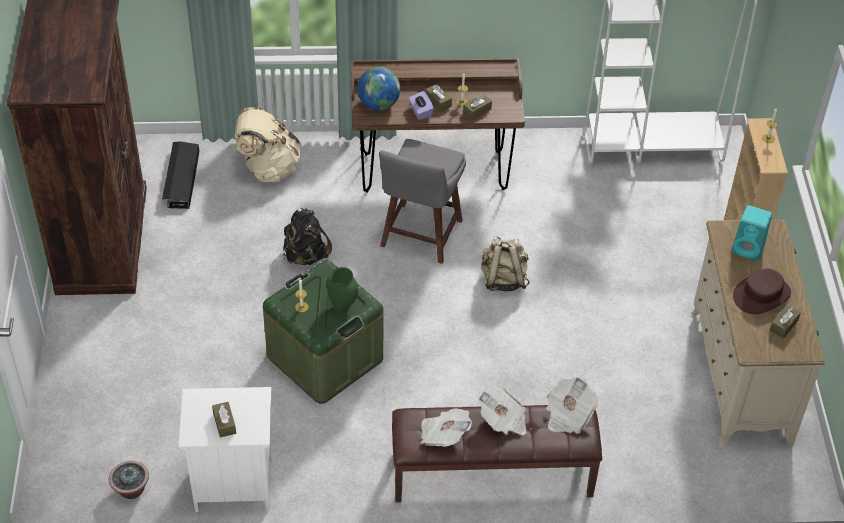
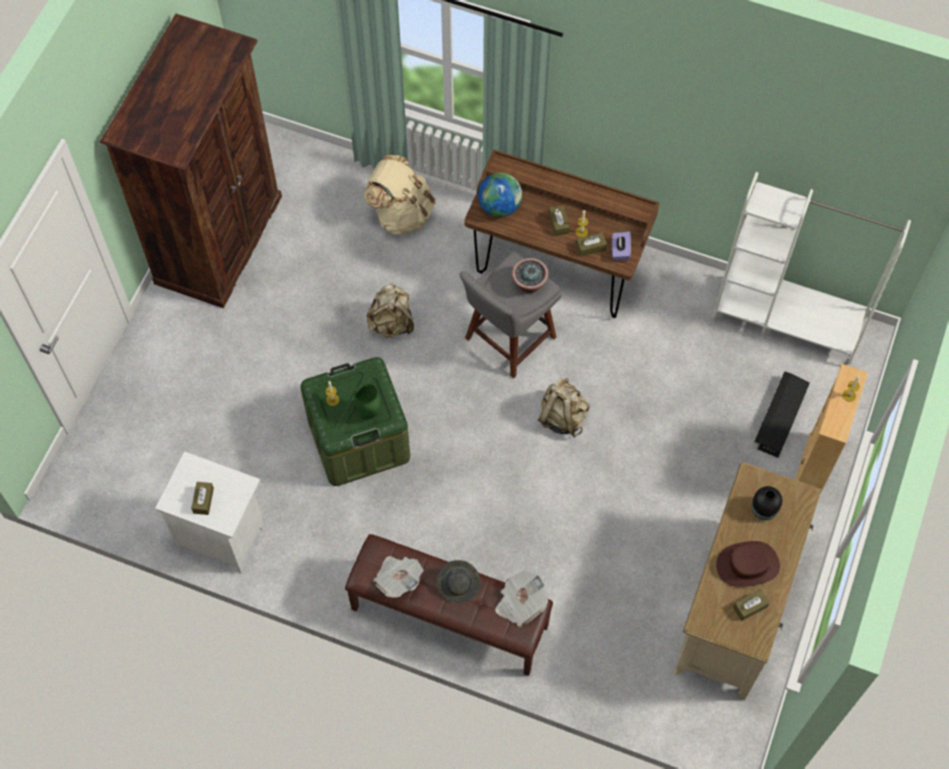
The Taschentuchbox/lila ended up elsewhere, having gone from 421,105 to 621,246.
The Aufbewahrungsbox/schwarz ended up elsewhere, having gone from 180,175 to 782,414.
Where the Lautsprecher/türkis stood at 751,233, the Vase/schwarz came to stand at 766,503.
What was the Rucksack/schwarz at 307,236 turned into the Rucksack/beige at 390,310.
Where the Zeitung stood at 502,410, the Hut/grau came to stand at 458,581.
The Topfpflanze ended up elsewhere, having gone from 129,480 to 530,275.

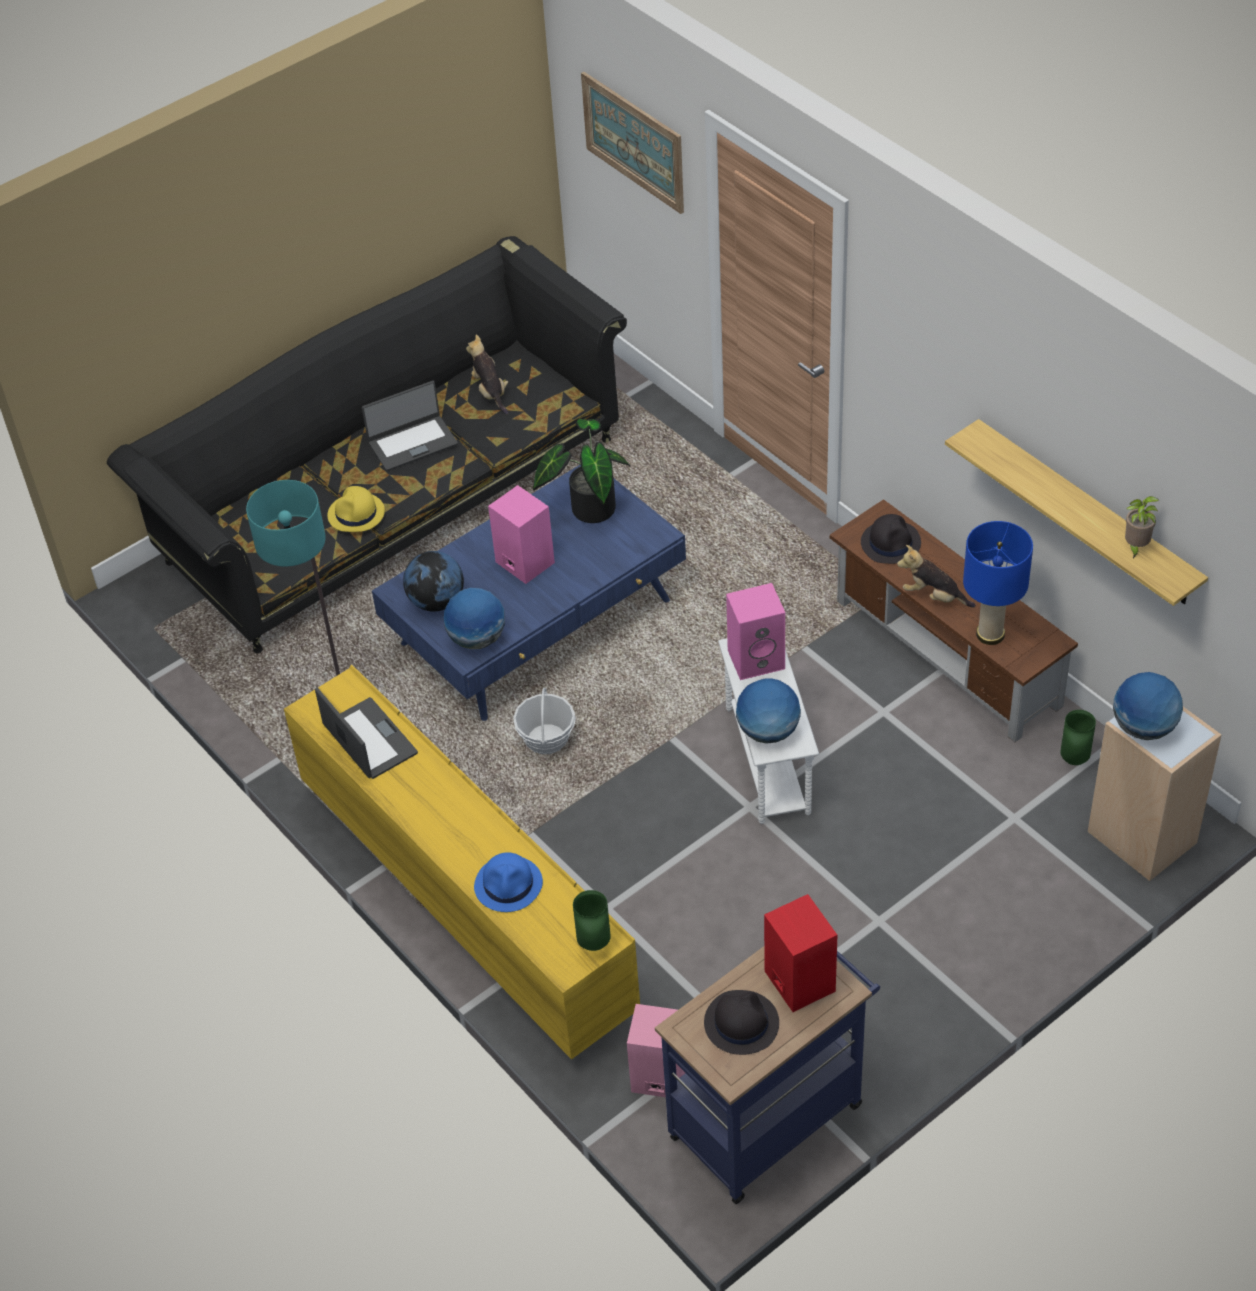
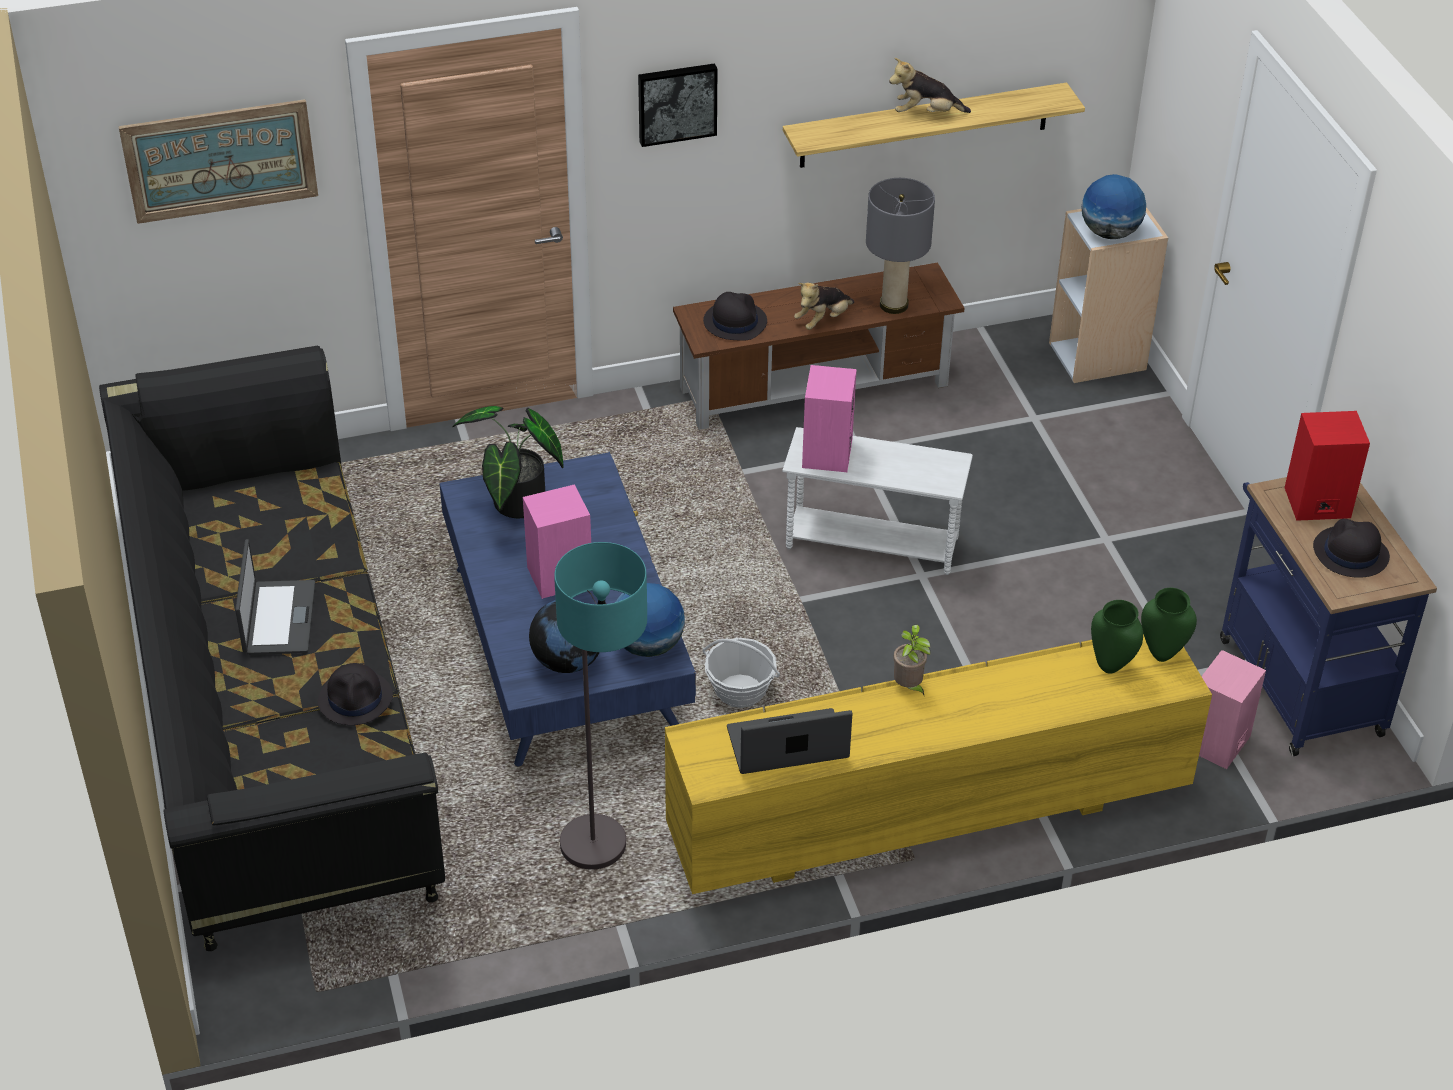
The Plüschtier ended up elsewhere, having gone from 487,374 to 930,85.
What was the Hut/gelb at 356,509 turned into the Hut/schwarz at 355,694.
The Topfpflanze ended up elsewhere, having gone from 1142,527 to 912,660.
What was the Tischlampe/blau at 998,583 turned into the Tischlampe/grau at 900,246.
The second view lost the Globus at 768,711.
The Vase/grün ended up elsewhere, having gone from 1078,737 to 1117,637.
The second view lost the Hut/blau at 508,882.
The second view gained the Bild at 677,105.

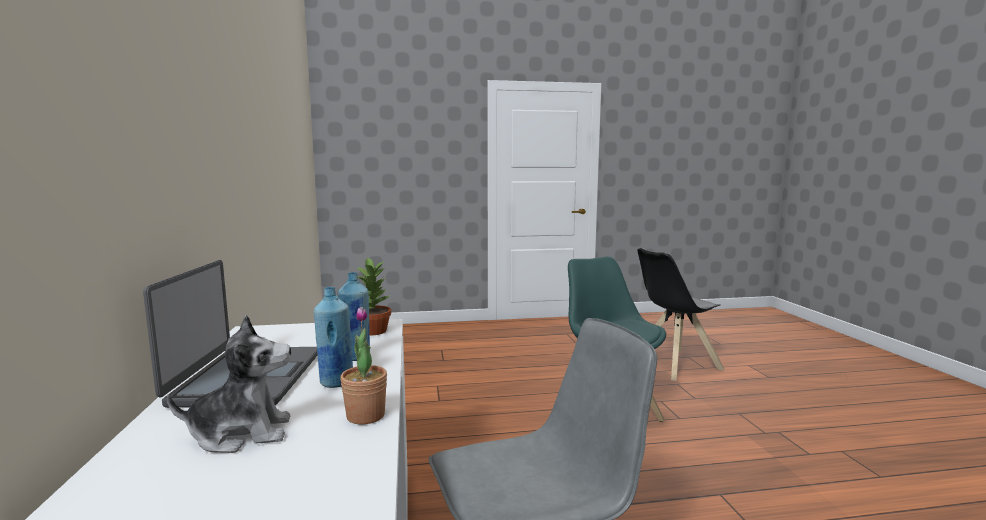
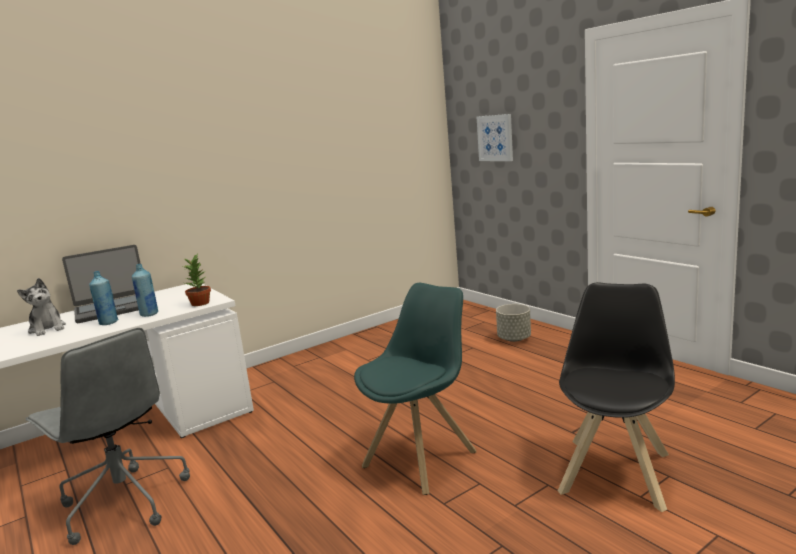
The Stuhl/schwarz at 681,314 ended up facing another way, 75 degrees clockwise from before.
The second view lost the Topfpflanze at 363,366.
The second view gained the Bild at 495,137.
The second view gained the Pflanzkübel/grau at 513,323.

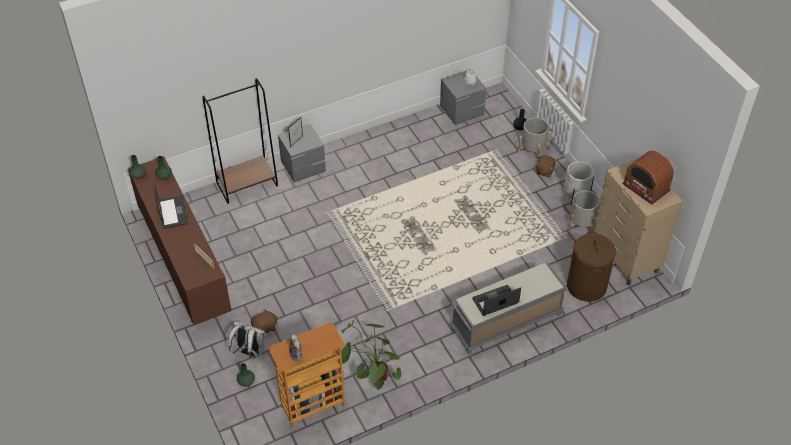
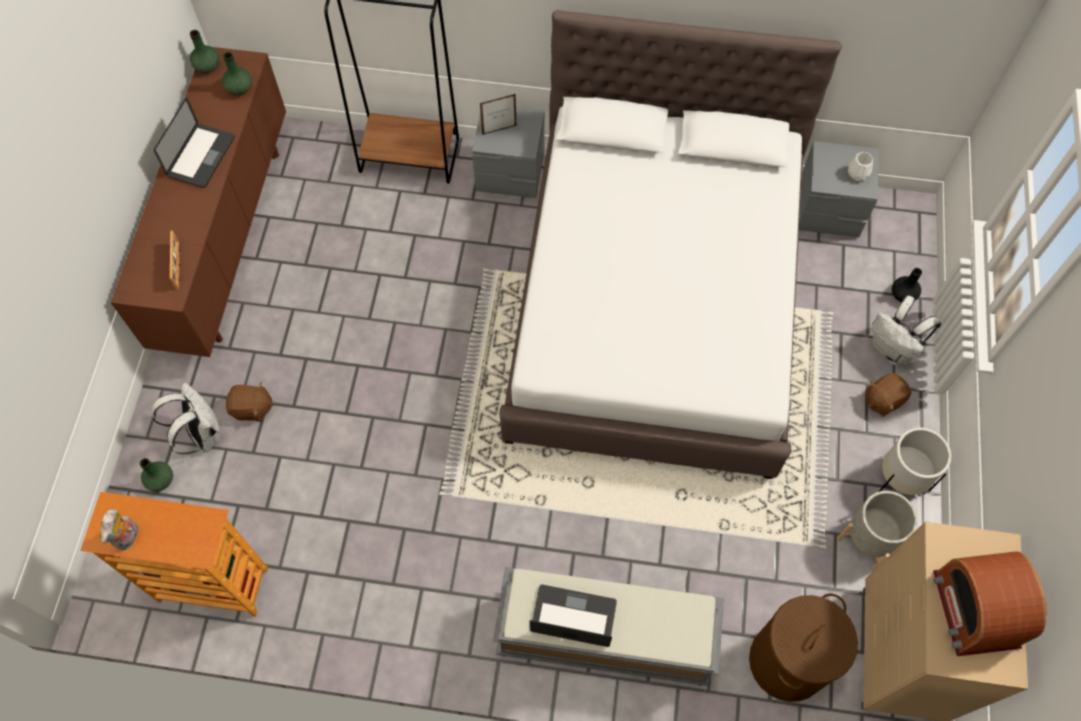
Where the Pflanzkübel/grau stood at 534,140, the Rucksack/weiß came to stand at 906,330.
The second view lost the Topfpflanze at 371,355.
The second view gained the Bett/weiß at 670,244.

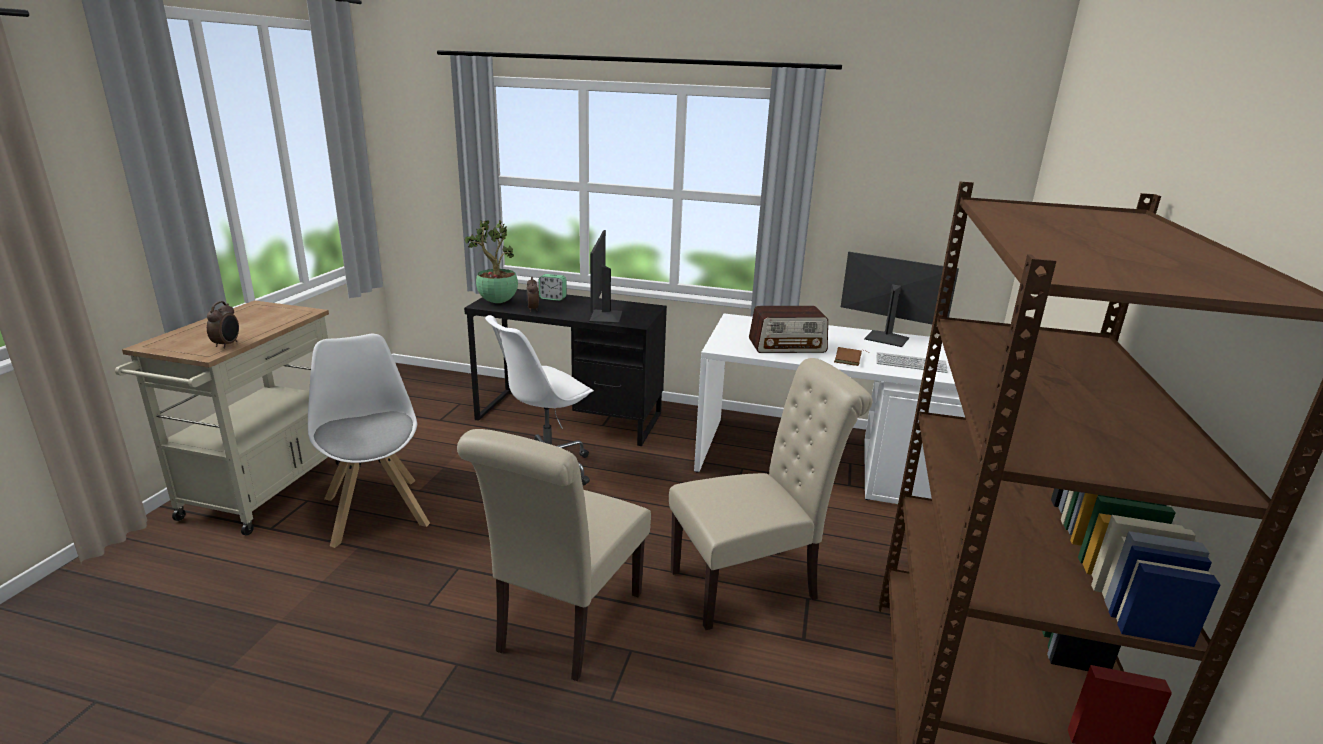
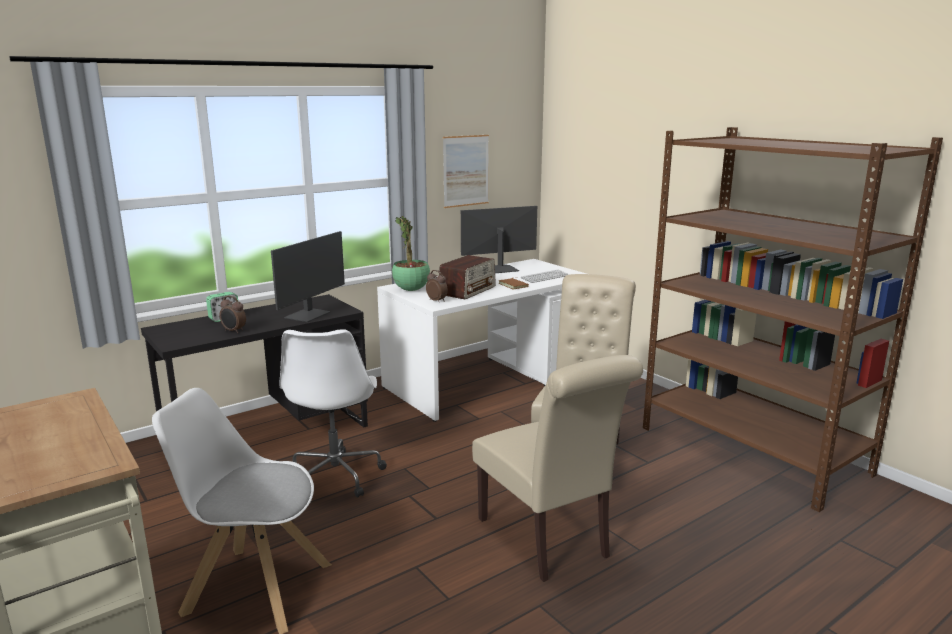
The Topfpflanze ended up elsewhere, having gone from 491,261 to 411,253.
The Monitor at 605,276 ended up facing another way, 105 degrees counterclockwise from before.
The Wecker ended up elsewhere, having gone from 223,325 to 437,286.
The second view gained the Bild at 466,171.

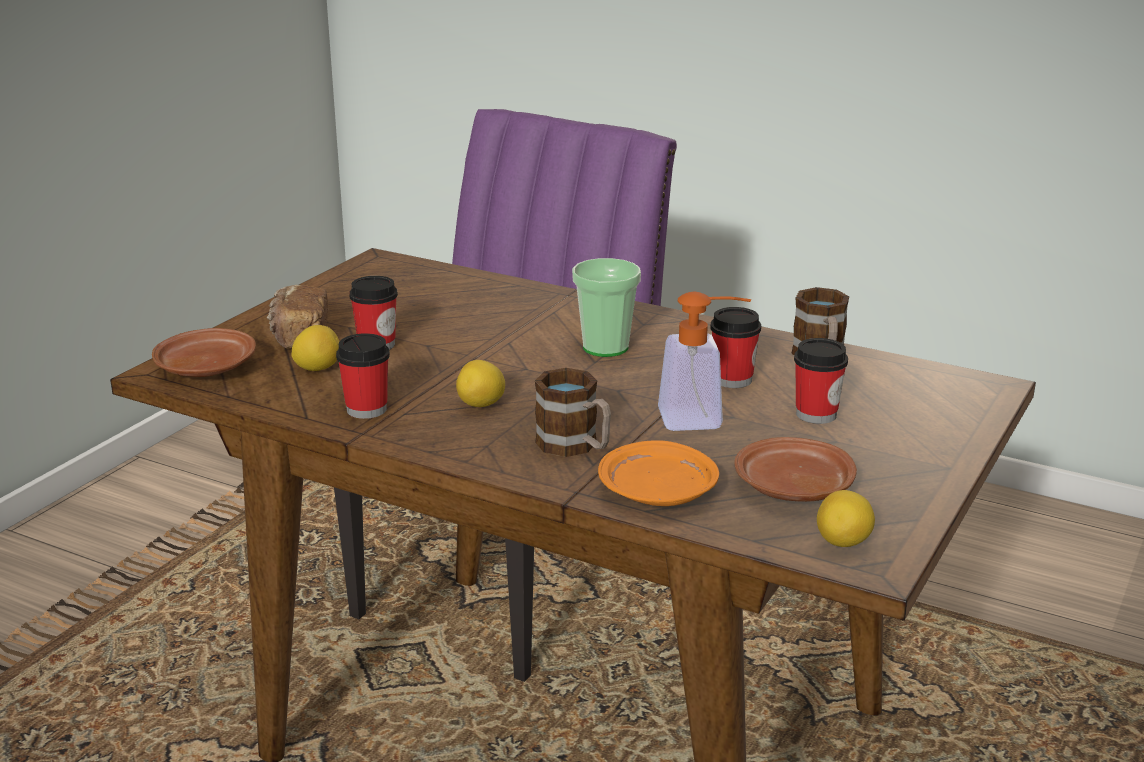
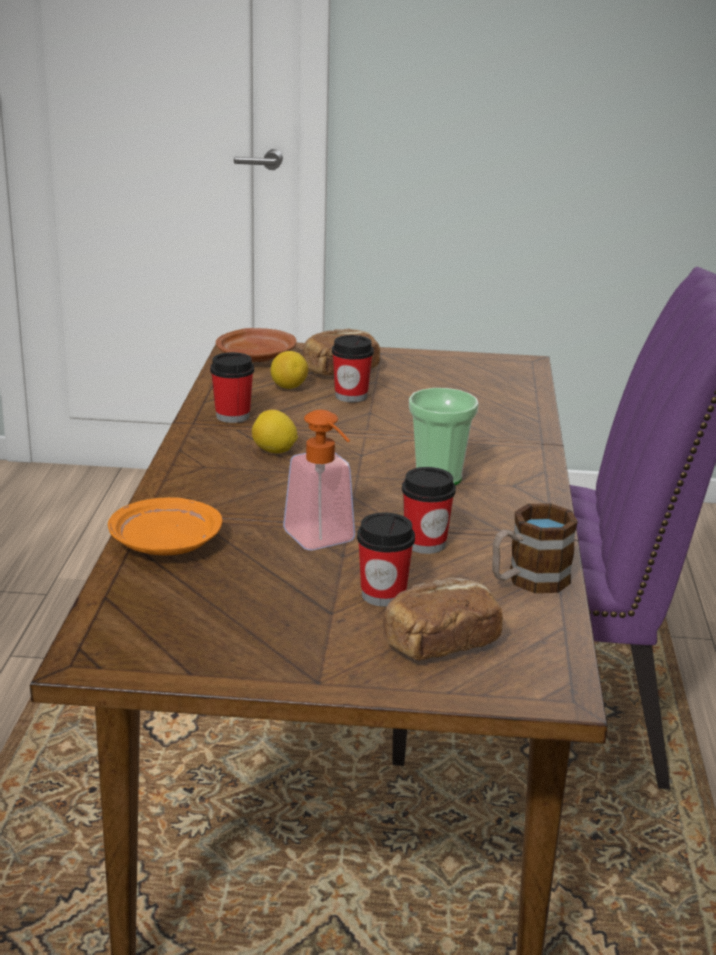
The second view lost the Henkelbecher at 573,412.
The second view lost the Teller/braun at 795,469.
The second view lost the Zitrone at 846,518.
The second view gained the Brot at 443,619.

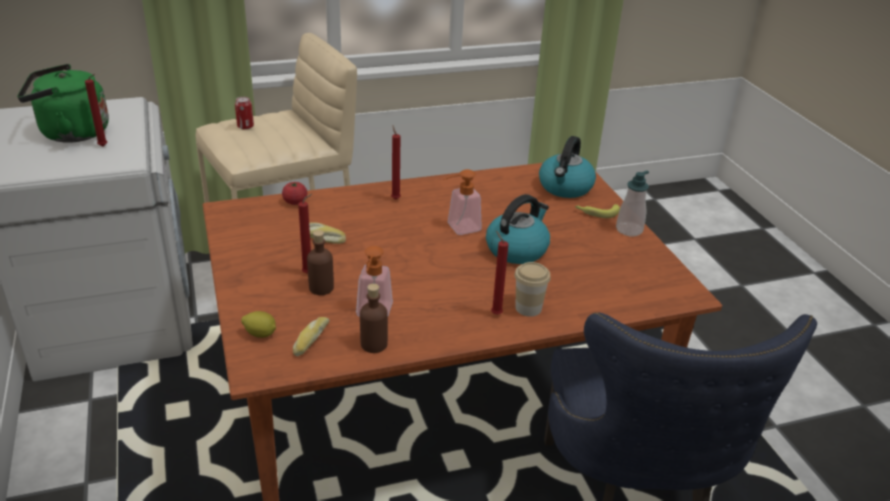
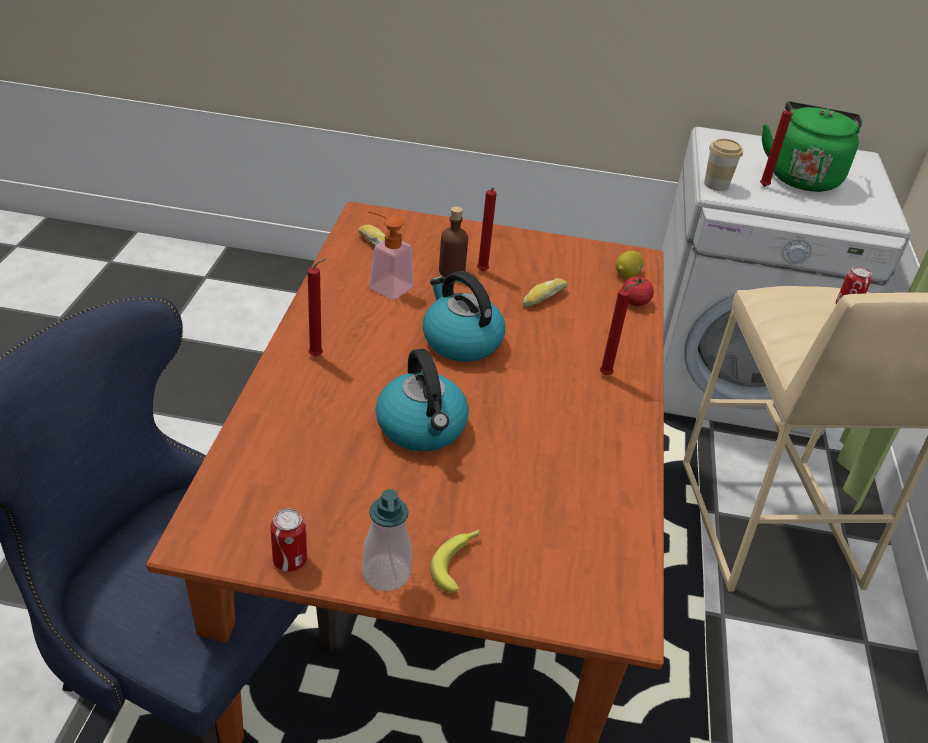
The Wasserkessel ended up elsewhere, having gone from 567,167 to 464,316.
The second view lost the Seifenspender at 462,202.
The Tasse ended up elsewhere, having gone from 532,289 to 723,165.
The second view lost the Flasche/braun at 374,318.
The Zitrone ended up elsewhere, having gone from 258,324 to 629,264.
The second view gained the Dose at 288,540.

